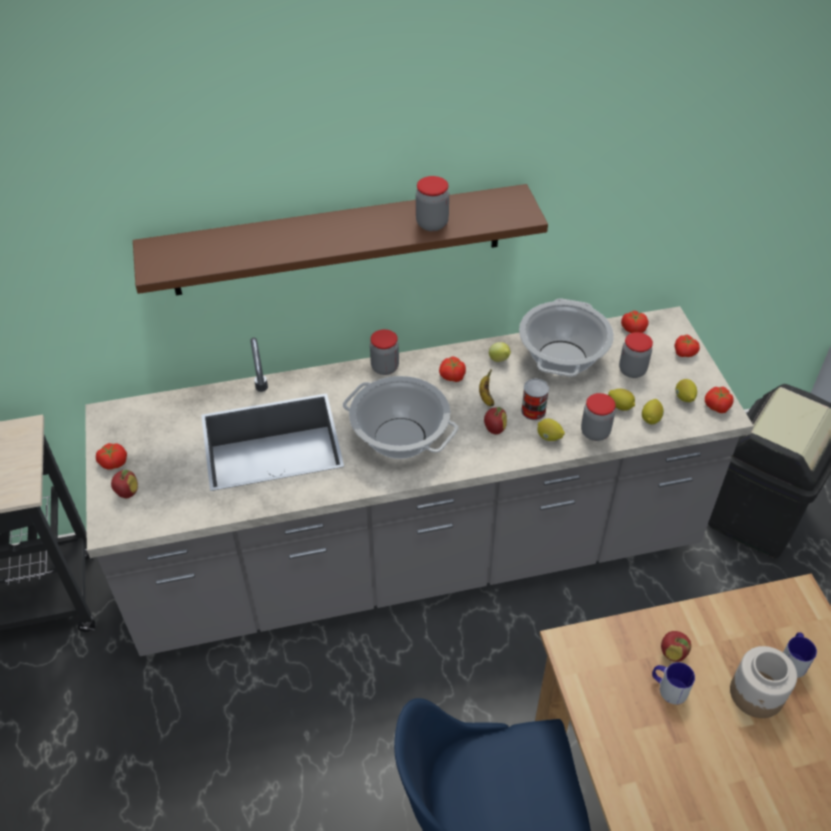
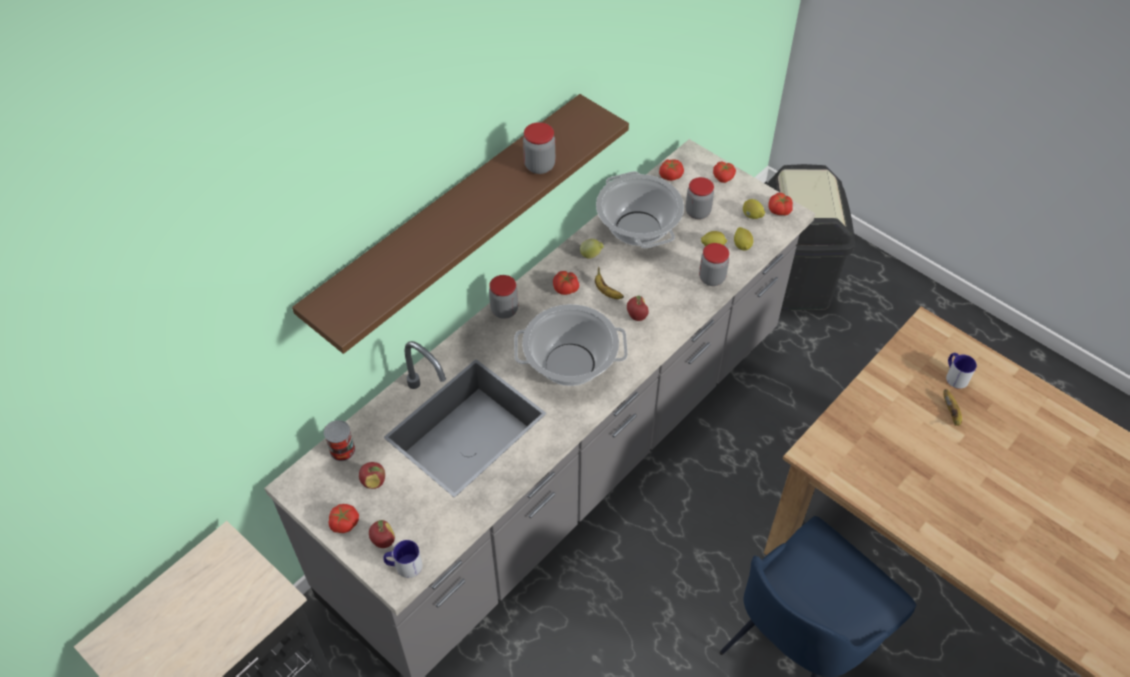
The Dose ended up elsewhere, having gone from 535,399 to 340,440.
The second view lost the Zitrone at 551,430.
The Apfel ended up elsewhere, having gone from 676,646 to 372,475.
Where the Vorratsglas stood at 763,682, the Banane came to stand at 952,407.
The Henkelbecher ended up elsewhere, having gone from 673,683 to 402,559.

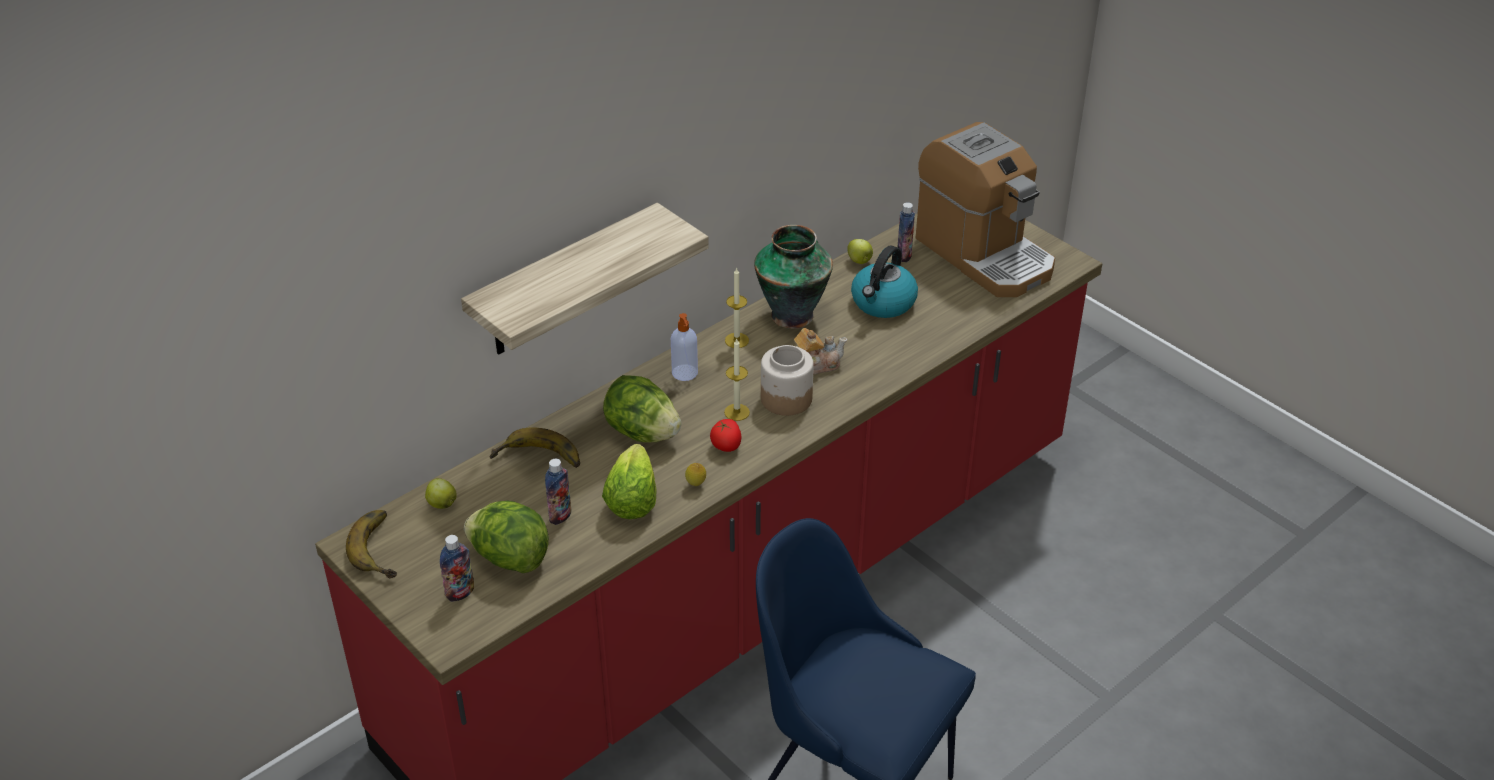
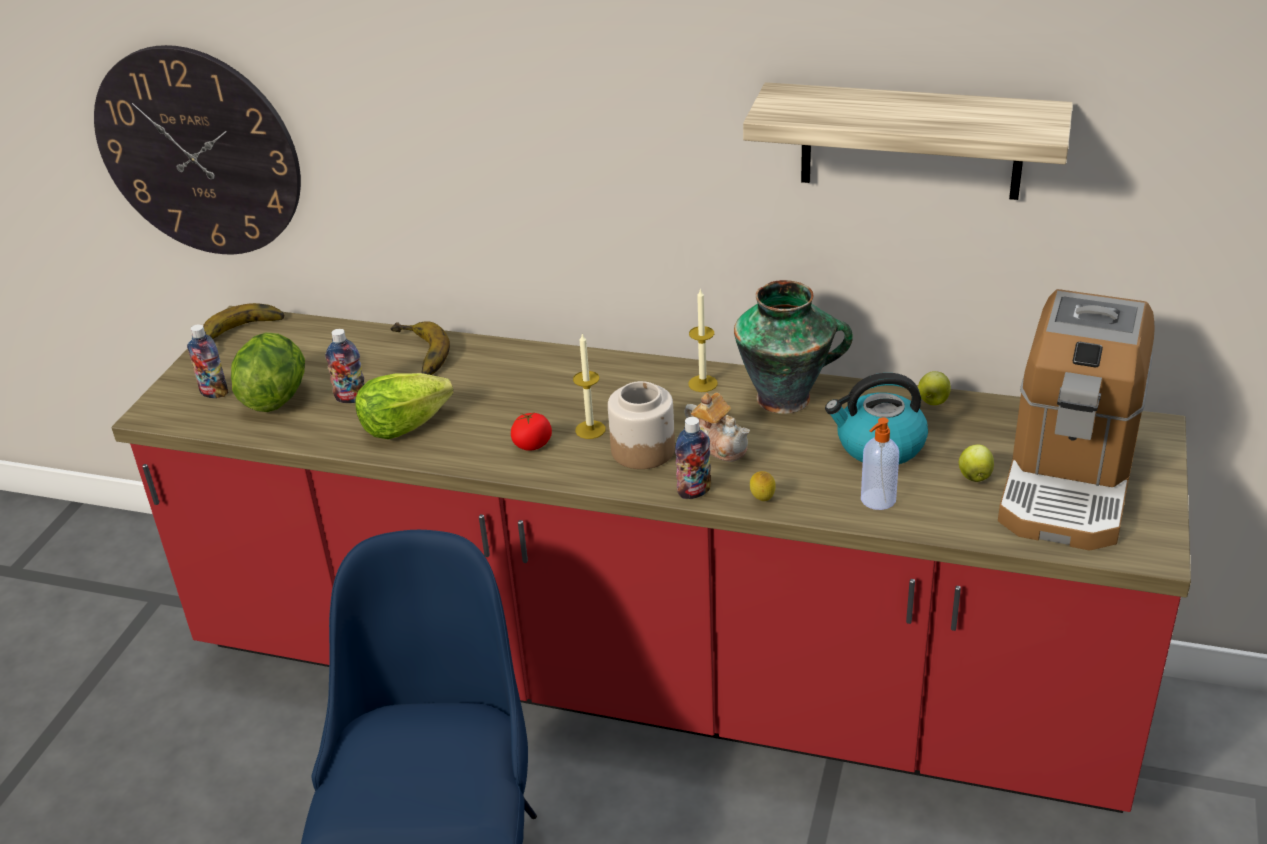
The Flasche ended up elsewhere, having gone from 906,232 to 693,458.
The Wandregal ended up elsewhere, having gone from 585,279 to 908,141.
The Seifenspender ended up elsewhere, having gone from 684,347 to 880,463.
The second view lost the Salatkopf at 642,409.
The Zitrone ended up elsewhere, having gone from 695,474 to 763,486.
The Apfel ended up elsewhere, having gone from 441,493 to 976,463.
The second view gained the Wanduhr at 197,149.

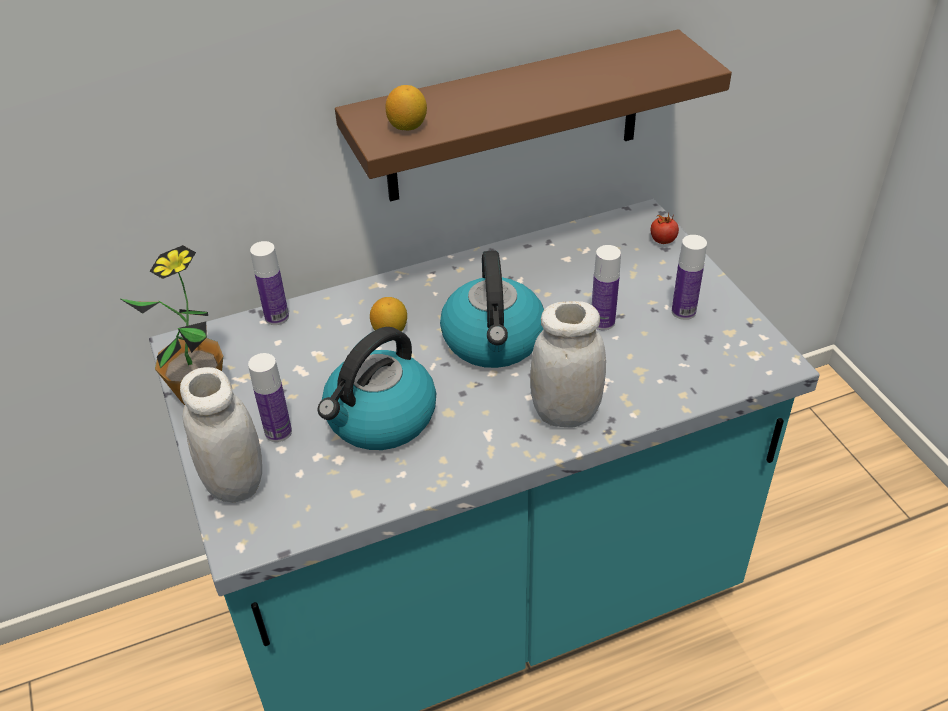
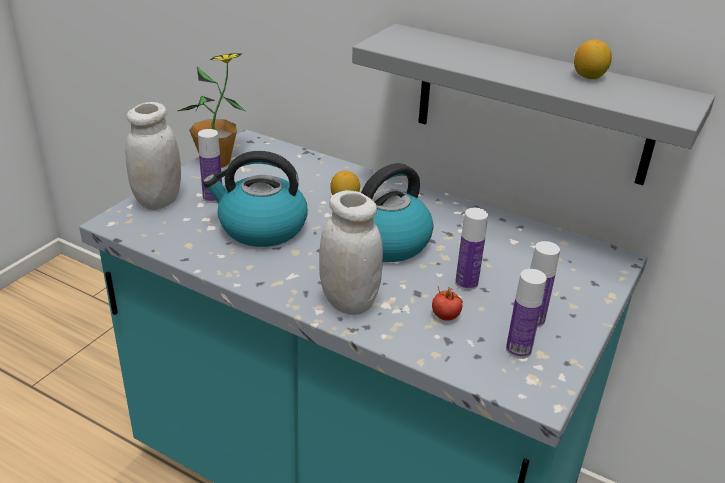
What was the Wandregal/braun at 533,115 turned into the Wandregal/grau at 533,104.
The Zitrone ended up elsewhere, having gone from 406,107 to 593,59.
The Tomate ended up elsewhere, having gone from 665,229 to 447,304.
The Flasche ended up elsewhere, having gone from 269,283 to 526,314.

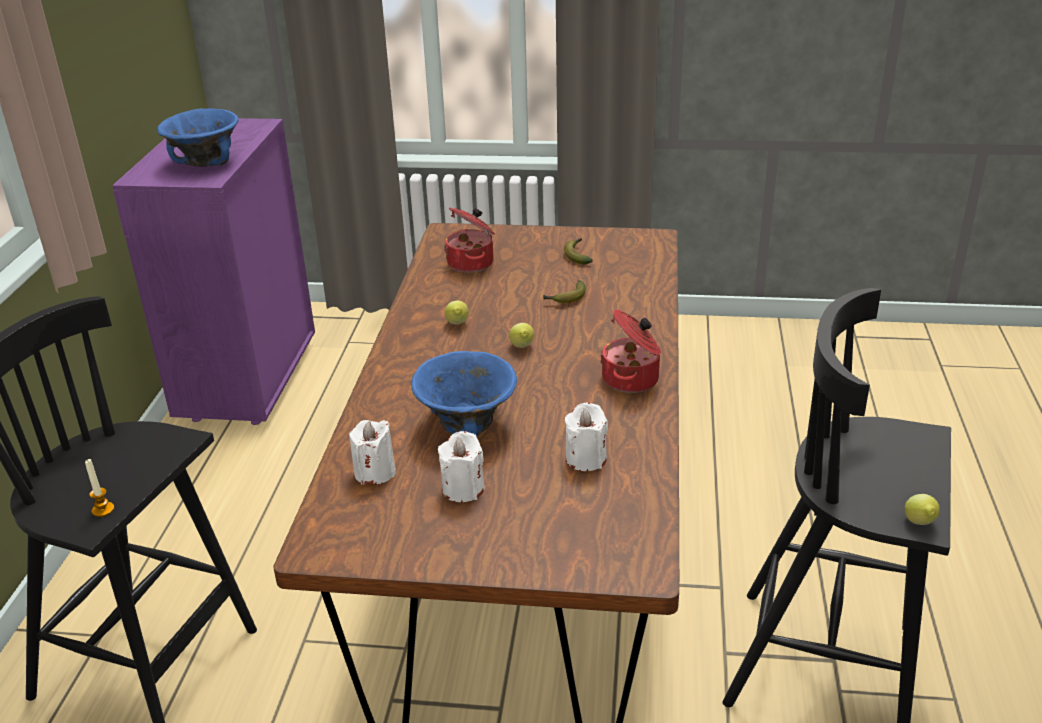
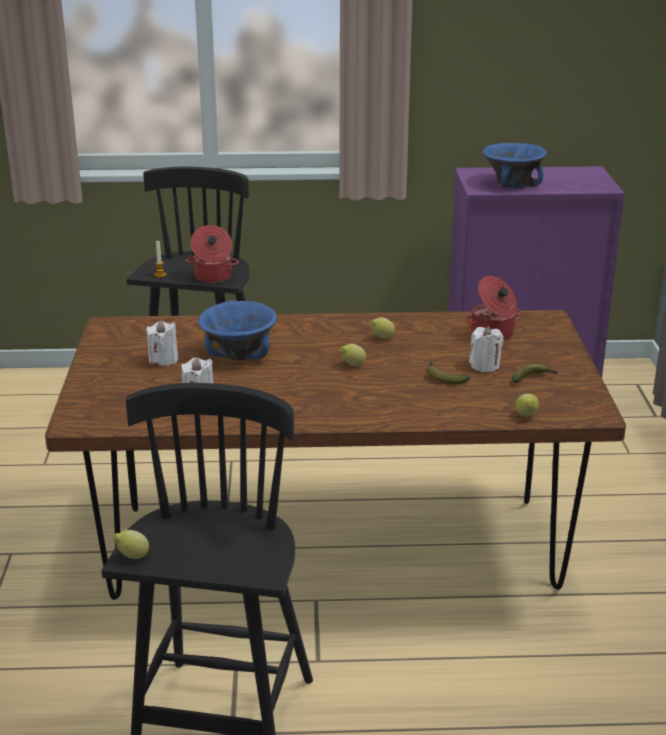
The Kochtopf ended up elsewhere, having gone from 630,351 to 212,254.
The Kerze/weiß ended up elsewhere, having gone from 372,452 to 486,349.
The second view gained the Zitrone at 527,405.

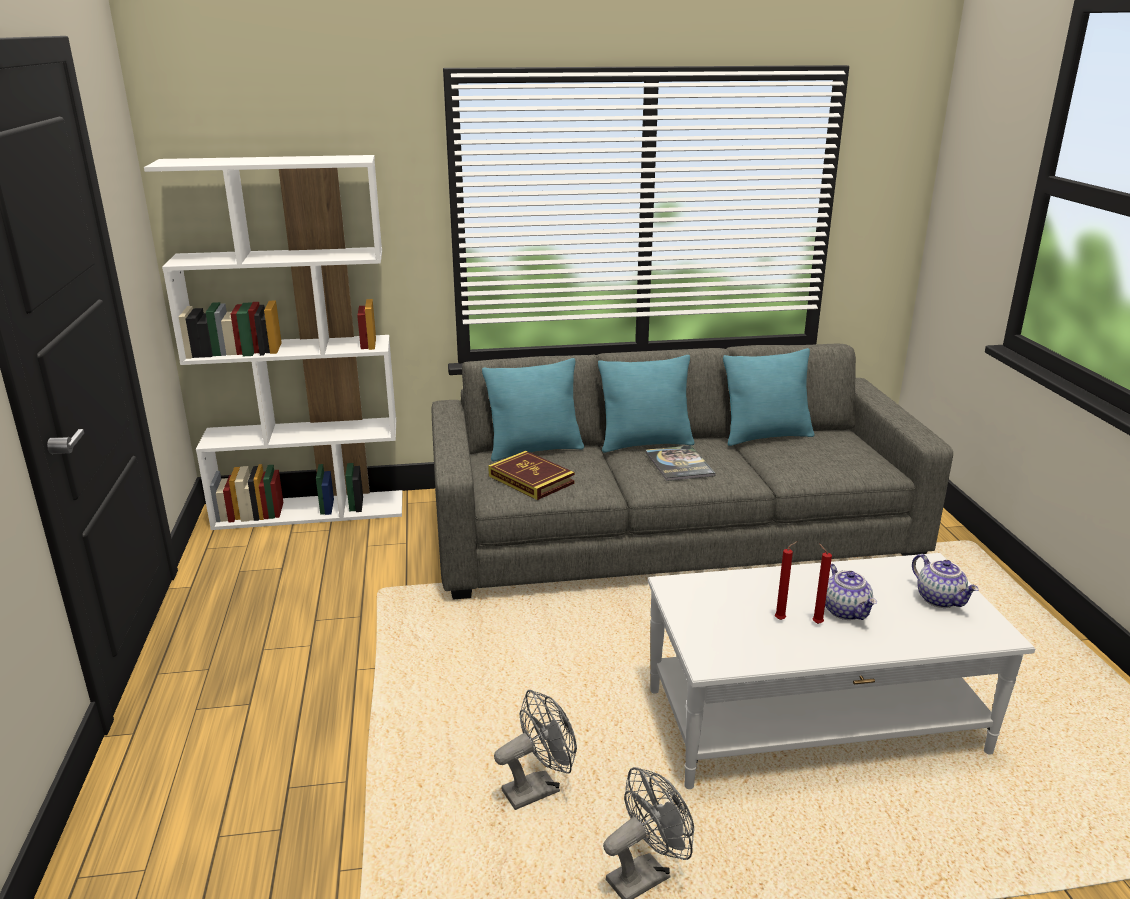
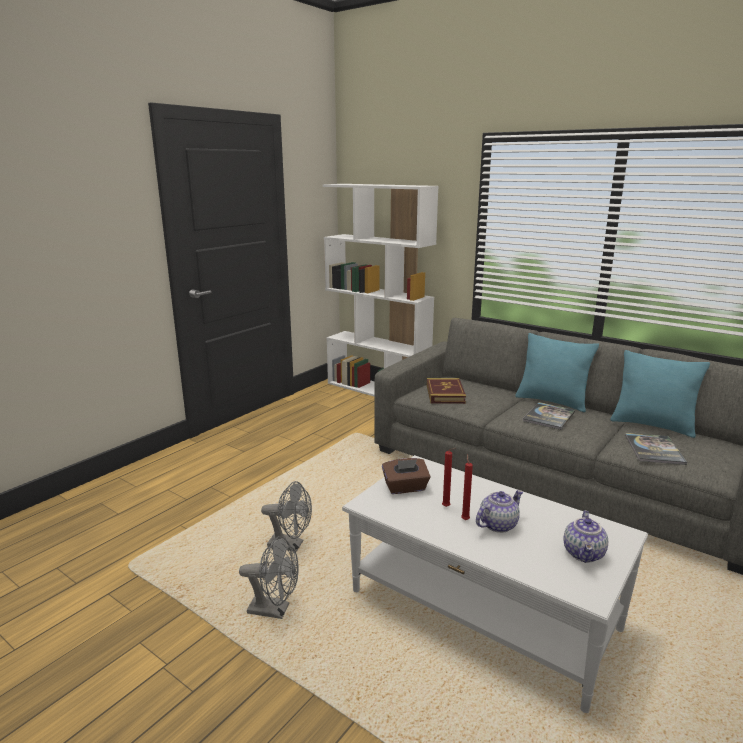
The second view lost the Kissen/türkis at 533,409.
The Teekanne at 851,591 ended up facing another way, 150 degrees counterclockwise from before.
The second view gained the Buch at 656,449.
The second view gained the Taschentuchbox/braun at 406,476.

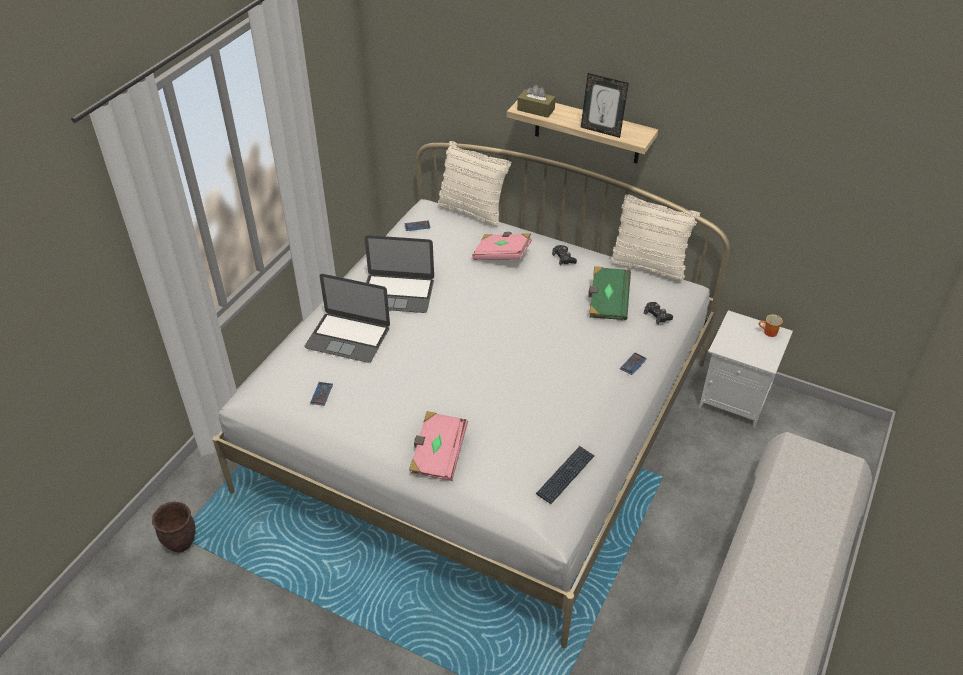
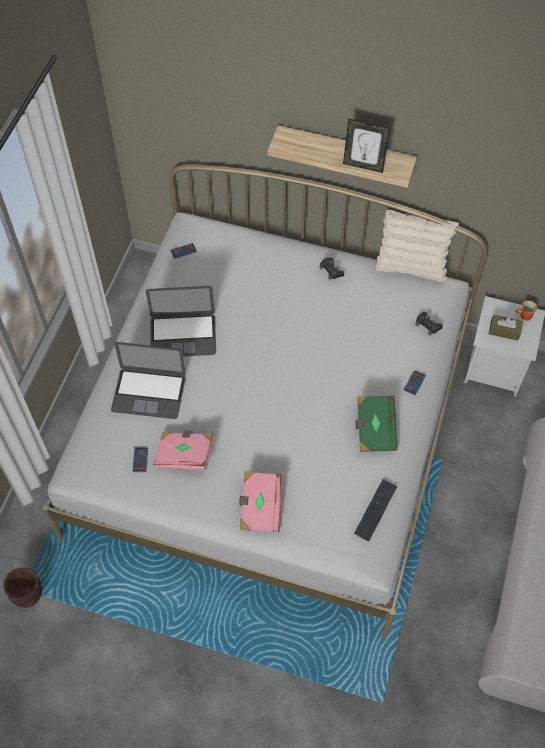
The Taschentuchbox/braun ended up elsewhere, having gone from 536,101 to 506,328.
The second view lost the Kissen/beige at 474,183.
The Buch/rosa ended up elsewhere, having gone from 502,246 to 184,450.
The Buch/grün ended up elsewhere, having gone from 610,293 to 376,424.

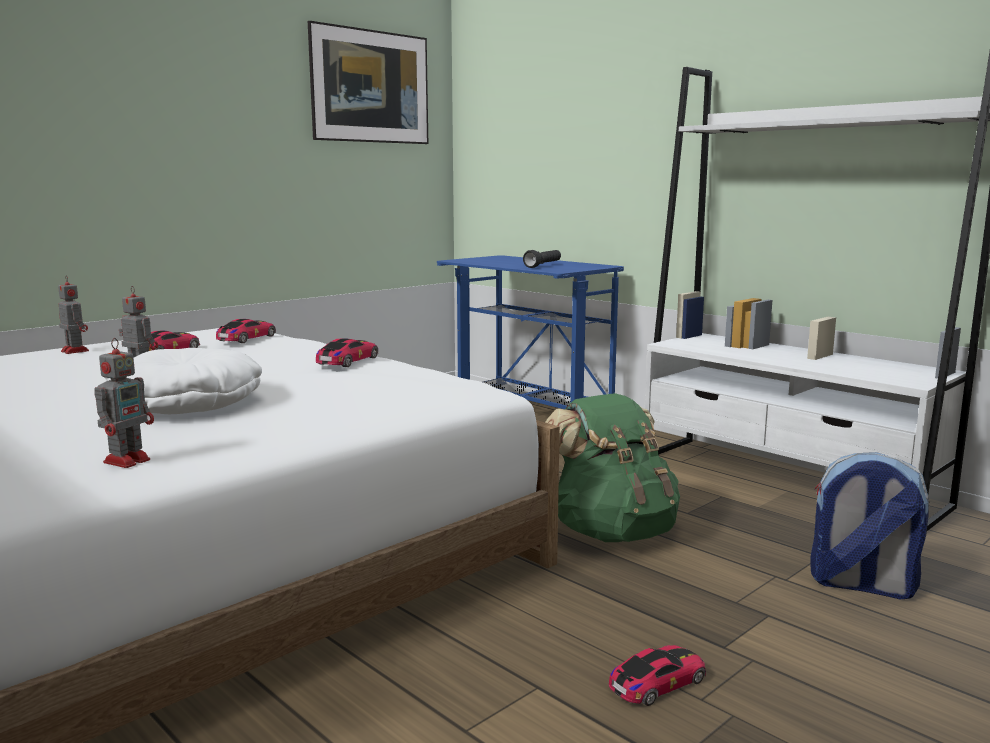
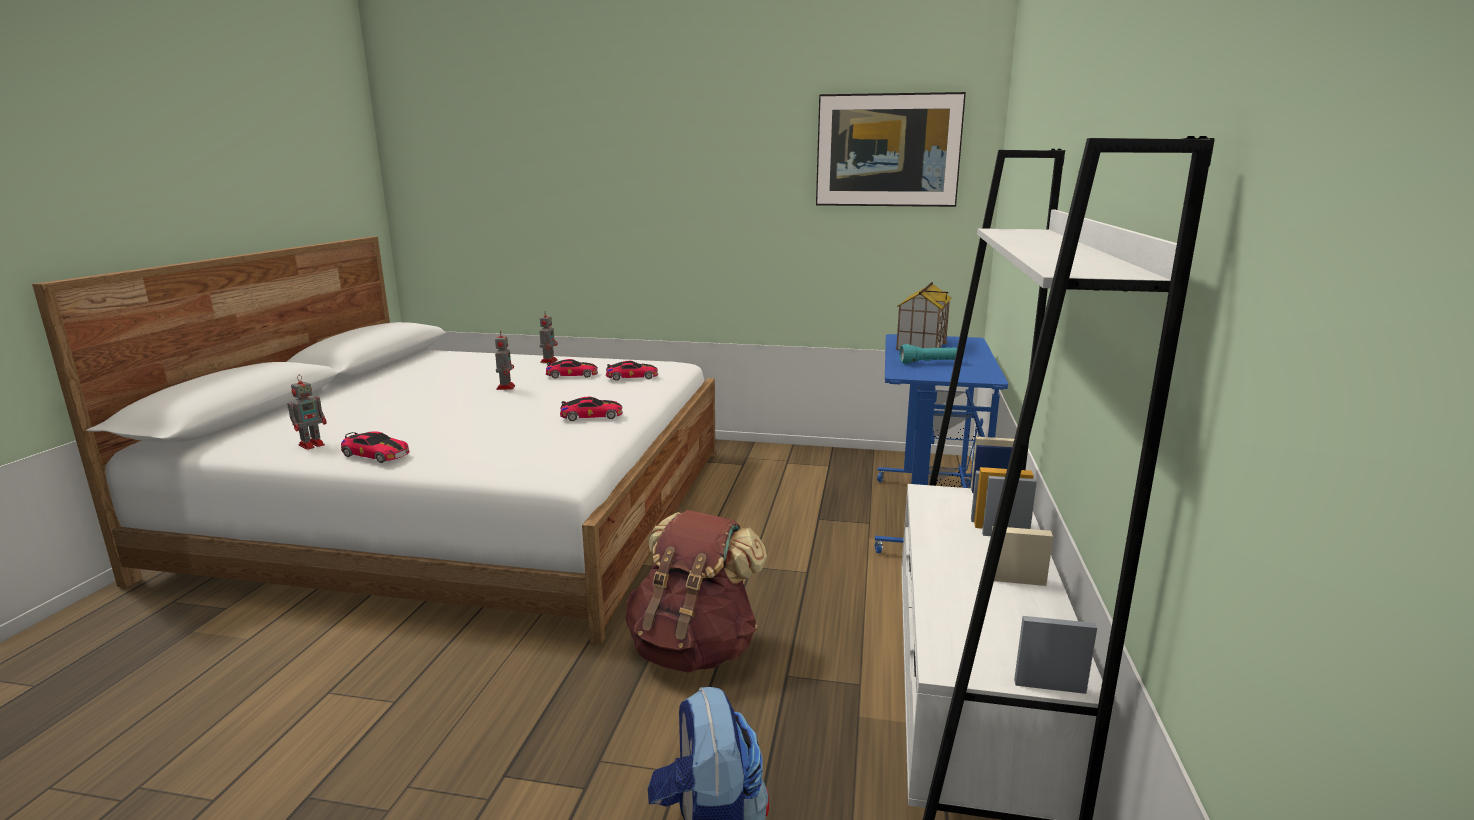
What was the Taschenlampe/schwarz at 542,259 turned into the Taschenlampe/türkis at 932,354.
The Spielzeugroboter at 124,403 ended up facing another way, 45 degrees counterclockwise from before.
The second view lost the Kissen/weiß at 183,381.
What was the Rucksack/grün at 612,467 turned into the Rucksack/braun at 696,591.
The Spielzeugauto ended up elsewhere, having gone from 657,675 to 375,447.
The second view gained the Spielzeughaus at 923,316.

